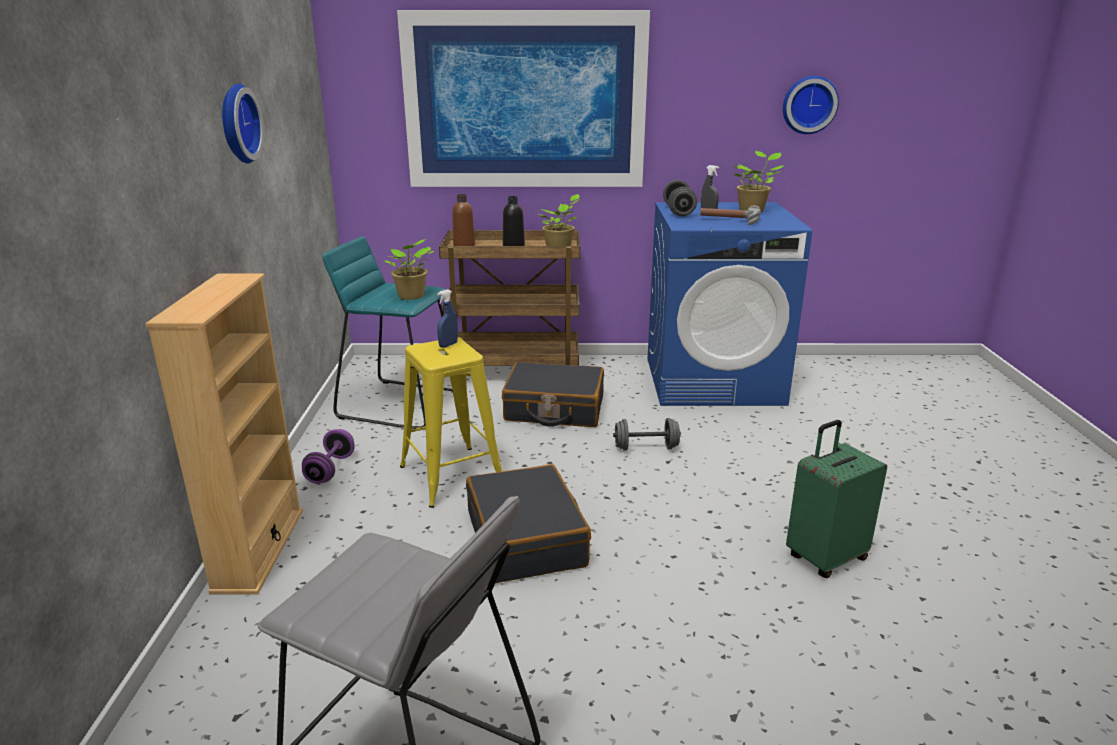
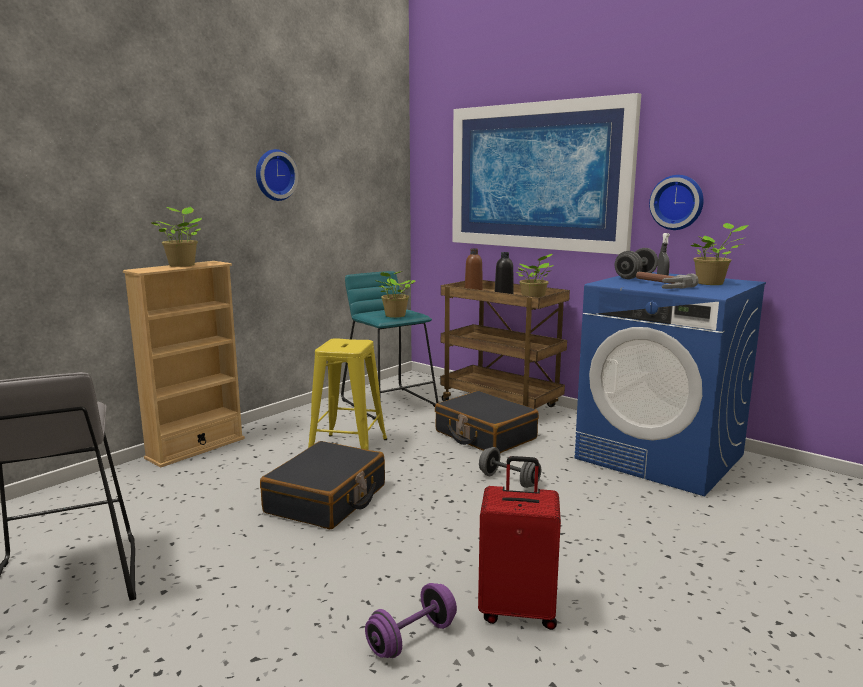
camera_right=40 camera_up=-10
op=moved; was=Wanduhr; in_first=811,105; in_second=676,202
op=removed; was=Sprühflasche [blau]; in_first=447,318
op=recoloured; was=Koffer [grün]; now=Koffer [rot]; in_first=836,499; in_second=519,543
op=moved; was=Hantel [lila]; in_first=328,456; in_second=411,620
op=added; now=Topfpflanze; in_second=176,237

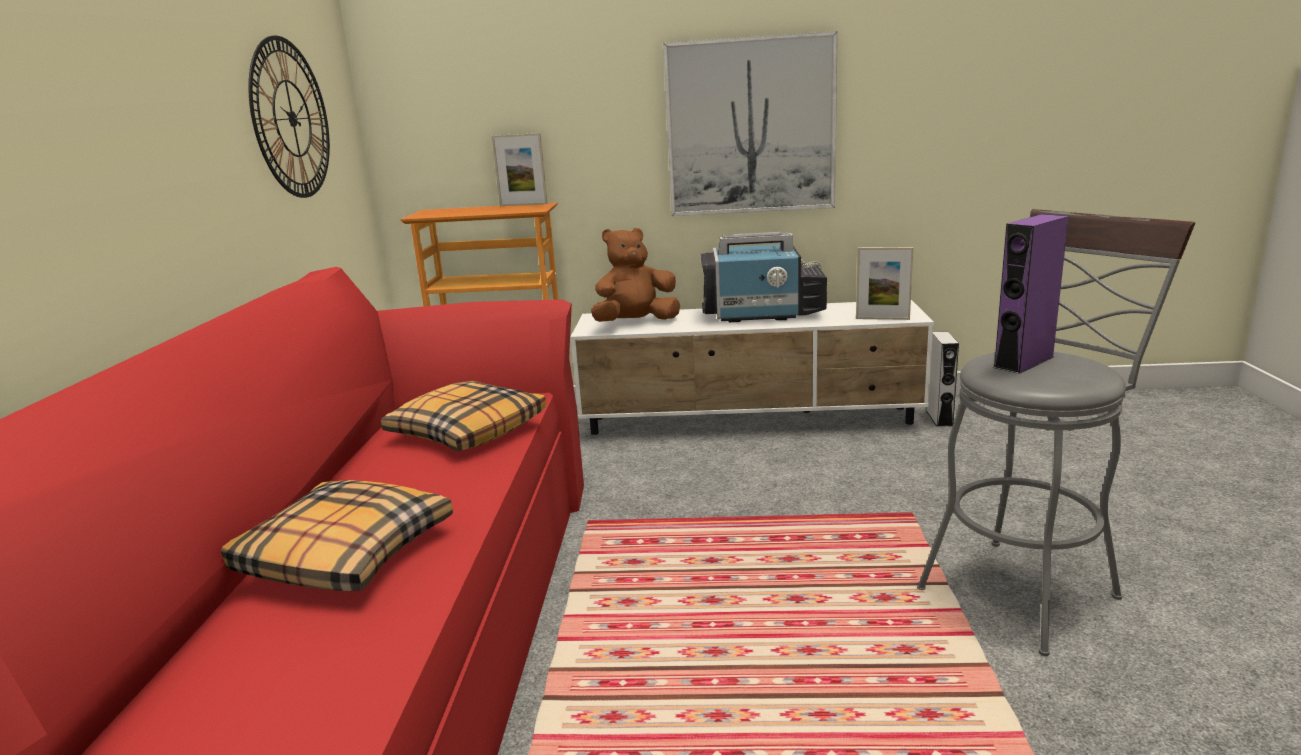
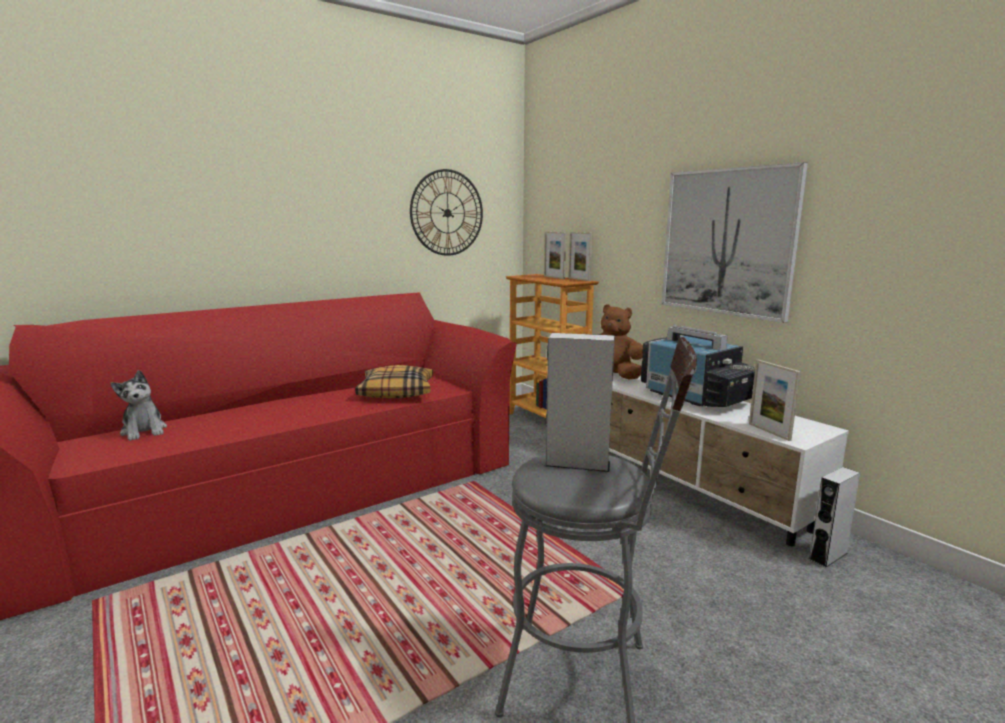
camera_right=50 camera_up=-5
op=recoloured; was=Lautsprecher [lila]; now=Lautsprecher [grau]; in_first=1031,294; in_second=580,402
op=removed; was=Kissen; in_first=336,535
op=added; now=Bilderrahmen; in_second=555,255
op=added; now=Plüschtier; in_second=139,405

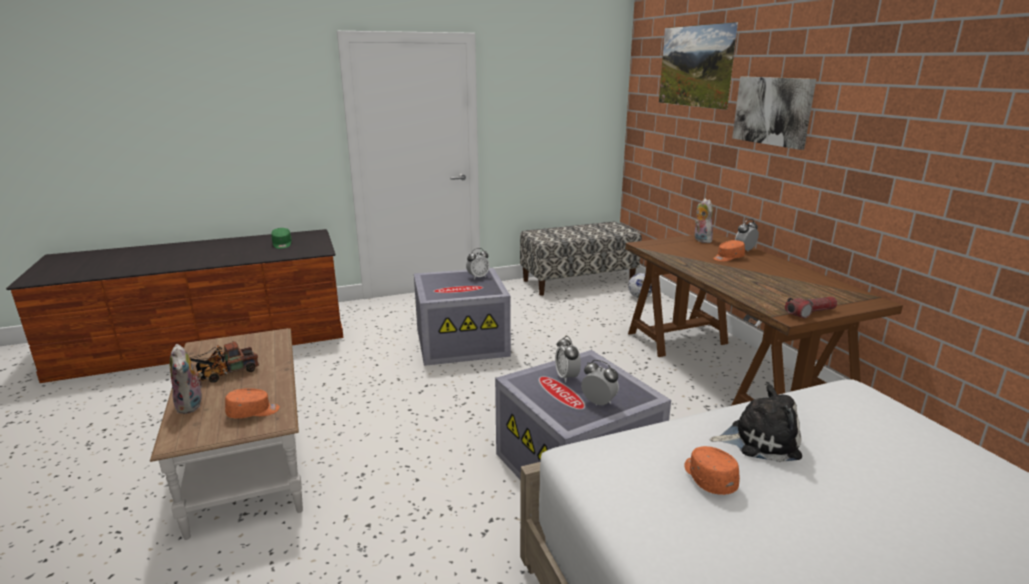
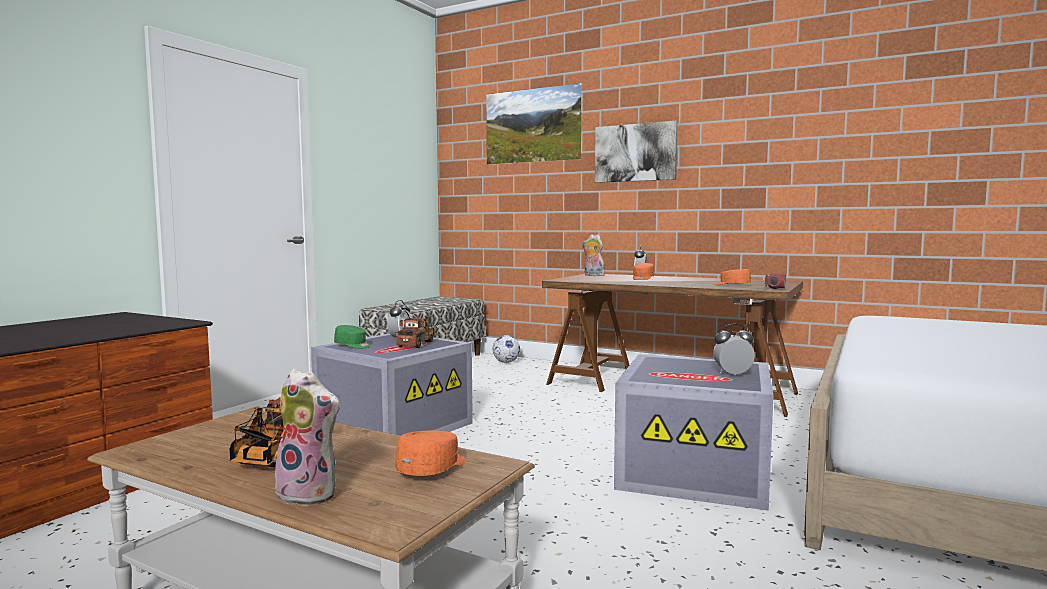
camera_right=-40 camera_up=-15
op=moved; was=Kappe [grün]; in_first=281,238; in_second=352,337
op=removed; was=Wecker; in_first=568,359
op=removed; was=Plüschtier; in_first=756,423
op=moved; was=Kappe [orange]; in_first=712,470; in_second=732,277
op=added; now=Spielzeuglaster; in_second=415,331

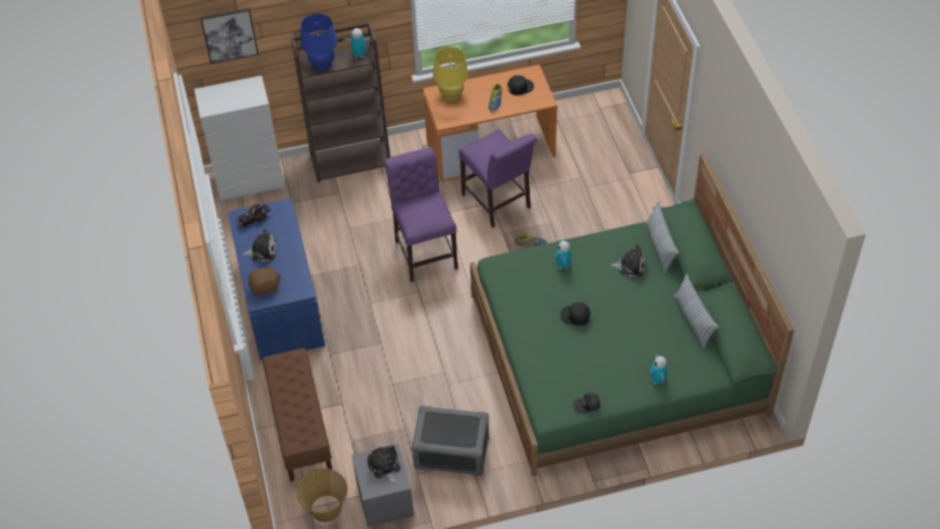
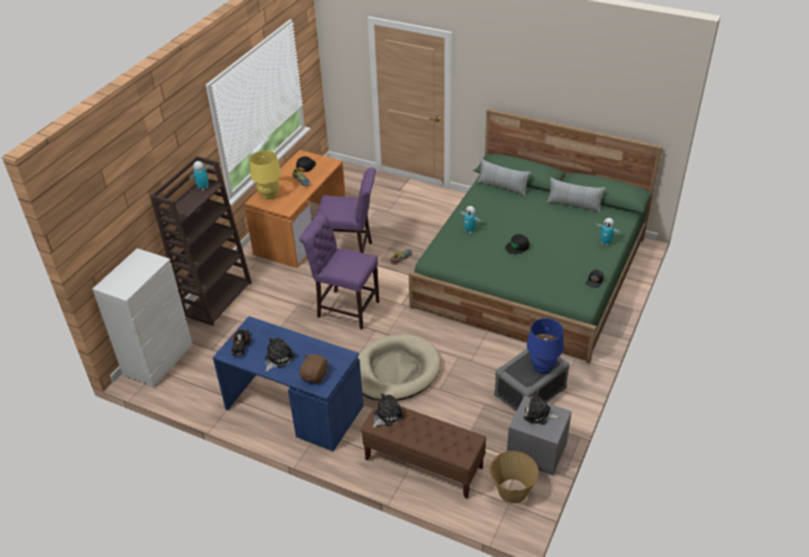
camera_right=-50 camera_up=-10
op=removed; was=Bild; in_first=229,36
op=moved; was=Tischlampe [blau]; in_first=318,42; in_second=545,346
op=moved; was=Plüschtier; in_first=627,260; in_second=388,410
op=added; now=Hundebett [beige]; in_second=399,367

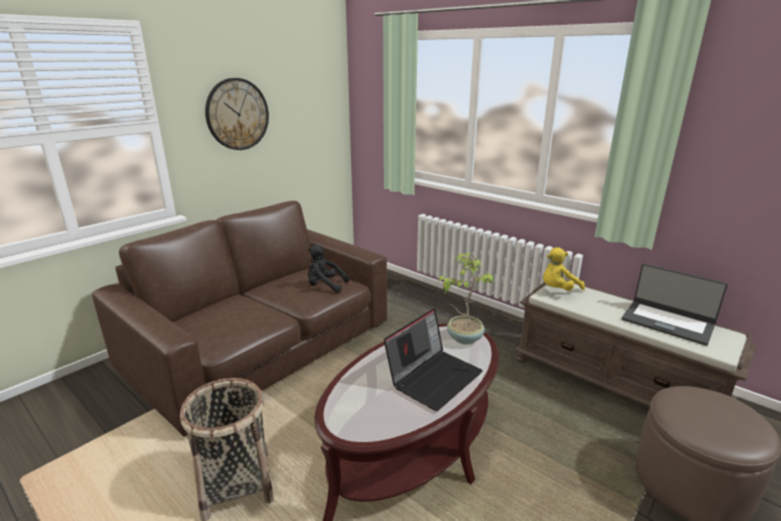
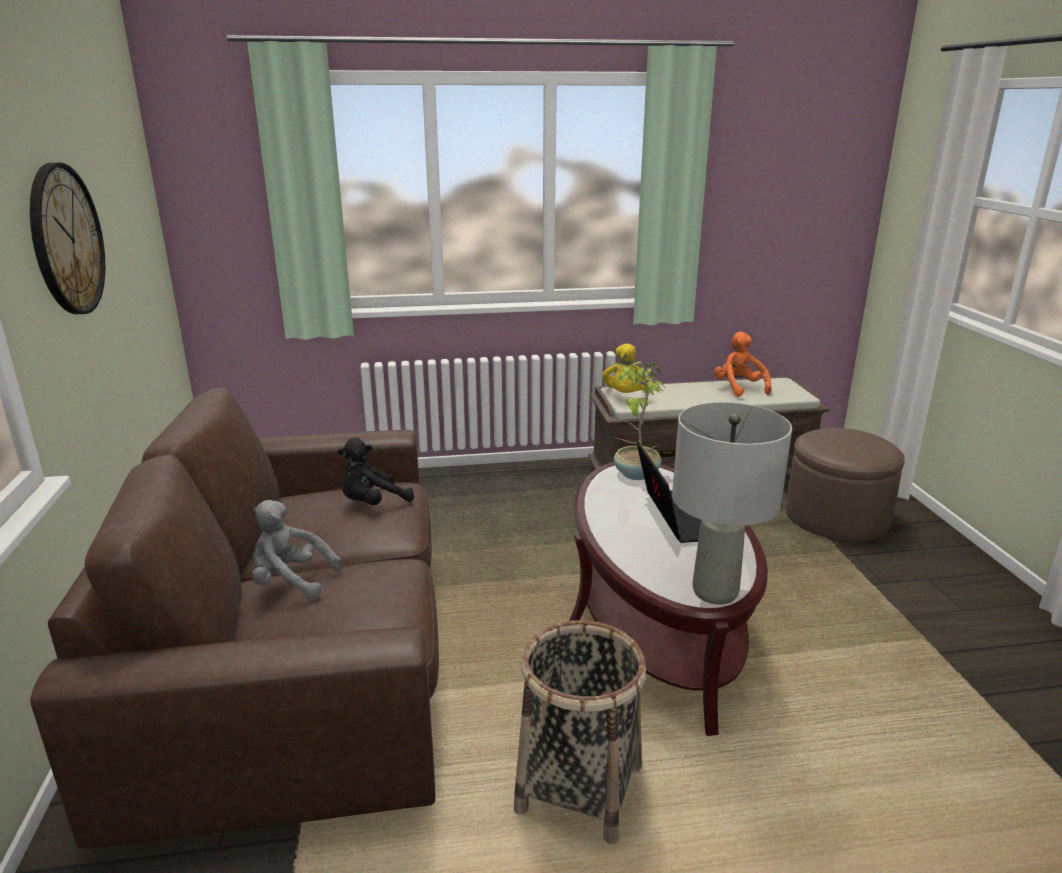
camera_right=-50 camera_up=0
op=replaced; was=Laptop; now=Plüschtier [orange]; in_first=675,305; in_second=743,364
op=added; now=Tischlampe [grau]; in_second=732,503
op=added; now=Plüschtier [grau]; in_second=297,549

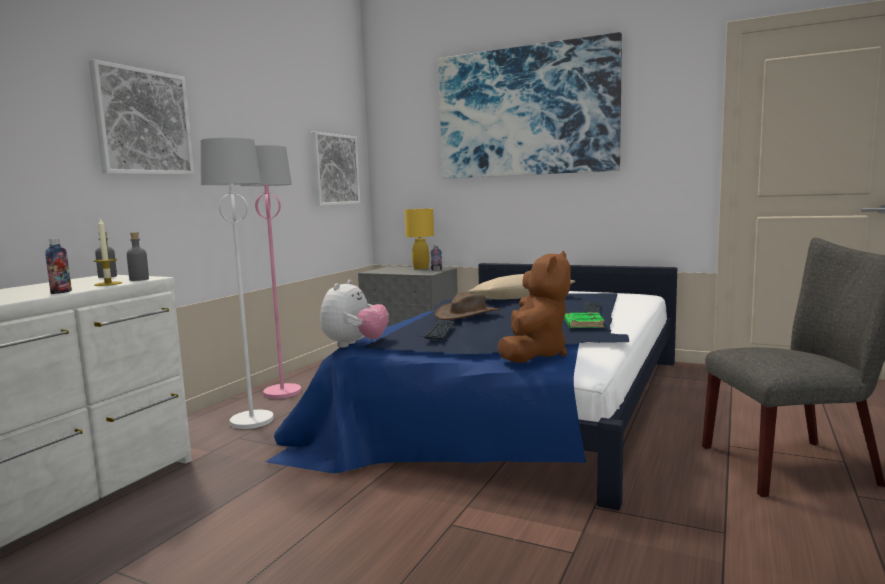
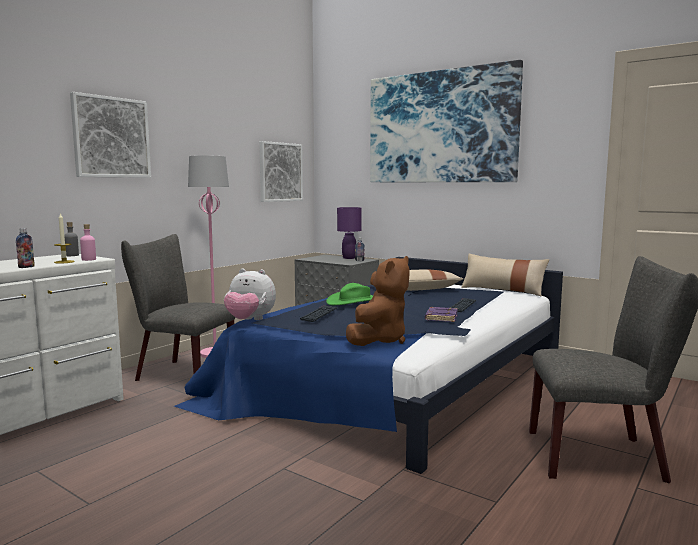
camera_right=10 camera_up=0
op=replaced; was=Stehlampe [weiß]; now=Stuhl [grau]; in_first=237,283; in_second=178,307
op=recoloured; was=Tischlampe [gelb]; now=Tischlampe [lila]; in_first=419,239; in_second=349,233
op=recoloured; was=Flasche [grau]; now=Flasche [rosa]; in_first=138,256; in_second=88,242
op=turned; was=Plüschtier; in_first=354,314; in_second=250,294; clockwise=75
op=recoloured; was=Hut [braun]; now=Hut [grün]; in_first=468,306; in_second=349,294
op=recoloured; was=Buch [grün]; now=Buch [lila]; in_first=584,320; in_second=441,314
op=added; now=Kissen [beige]; in_second=505,275

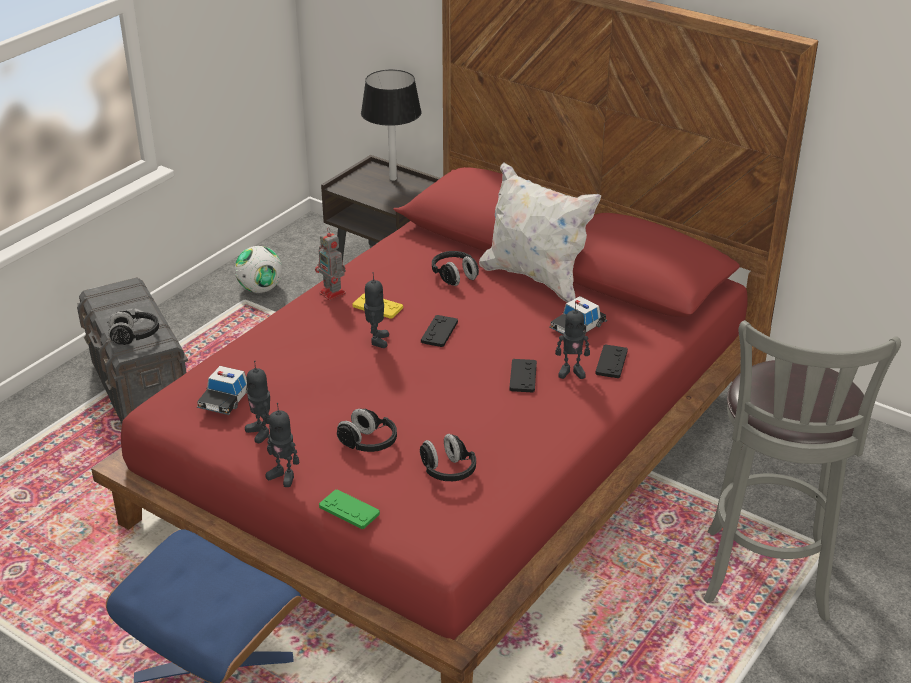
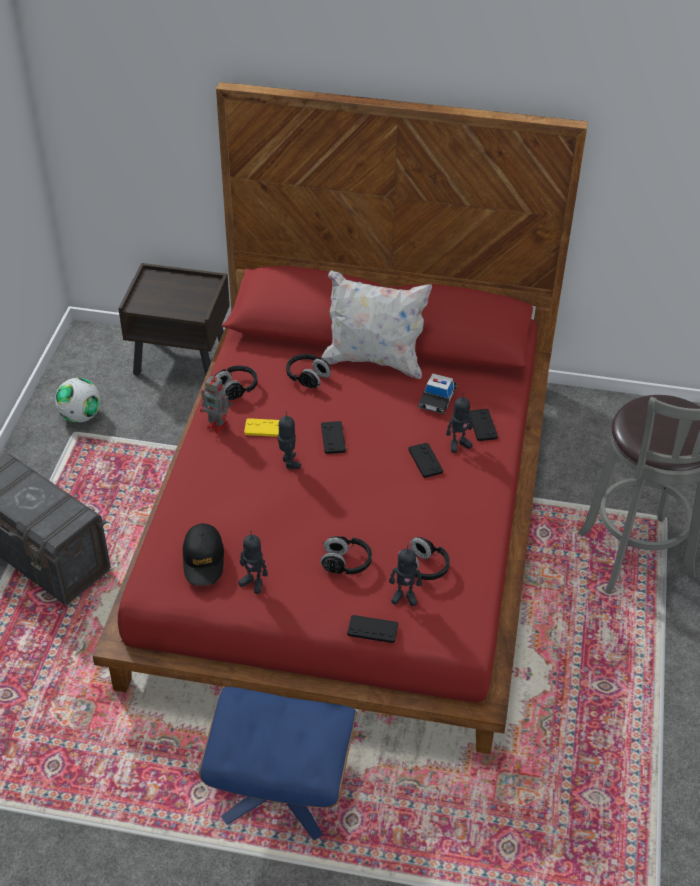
camera_right=-25 camera_up=10
op=removed; was=Tischlampe [schwarz]; in_first=391,125
op=moved; was=Kopfhörer [schwarz]; in_first=133,328; in_second=236,383
op=replaced; was=Spielzeugauto; now=Kappe [schwarz]; in_first=222,390; in_second=203,554
op=moved; was=Spielzeugroboter; in_first=282,445; in_second=405,575
op=recoloured; was=Gamepad [grün]; now=Gamepad [schwarz]; in_first=349,509; in_second=372,629

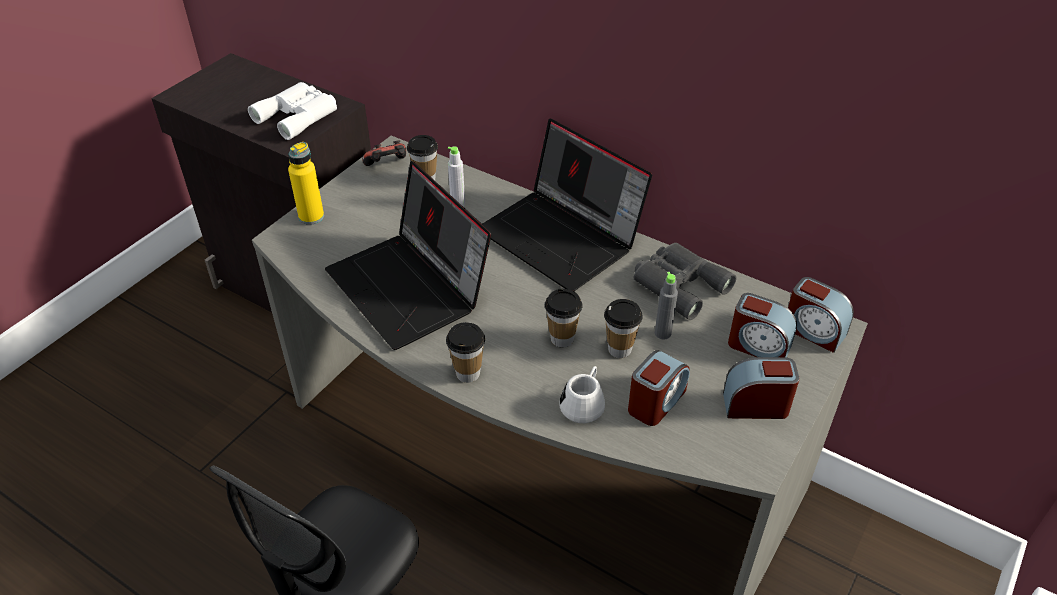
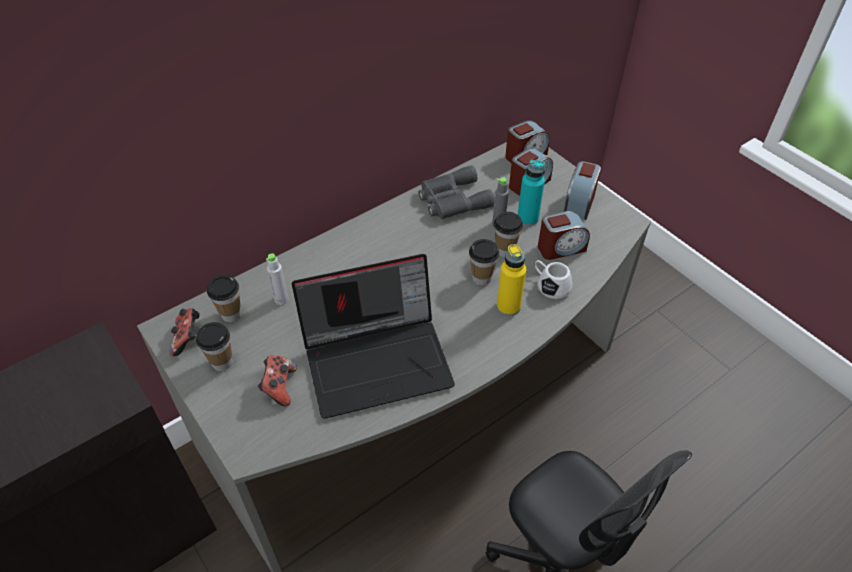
camera_right=-70 camera_up=5
op=removed; was=Fernglas [weiß]; in_first=292,111
op=removed; was=Laptop; in_first=567,204
op=moved; was=Flasche [gelb]; in_first=306,183; in_second=511,280
op=moved; was=Tasse; in_first=465,352; in_second=214,346
op=turned; was=Wecker; in_first=659,388; in_second=564,235; clockwise=105
op=added; now=Flasche [türkis]; in_second=531,193
op=added; now=Gamepad; in_second=277,380

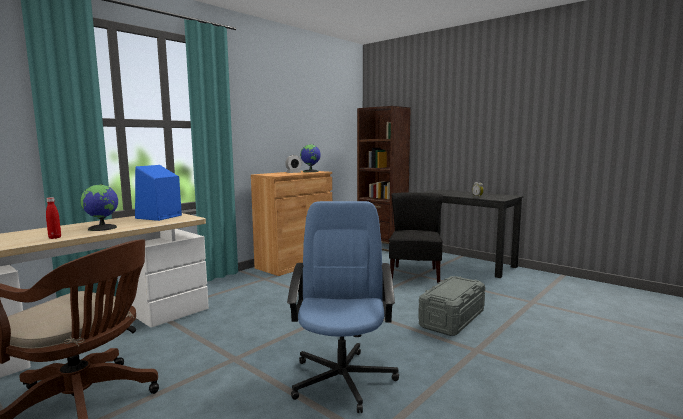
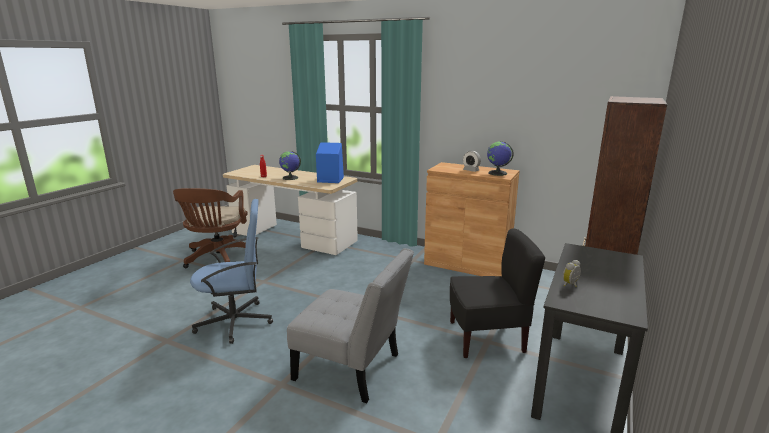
camera_right=75 camera_up=10
op=replaced; was=Aufbewahrungsbox [grau]; now=Stuhl [grau]; in_first=451,306; in_second=350,325

